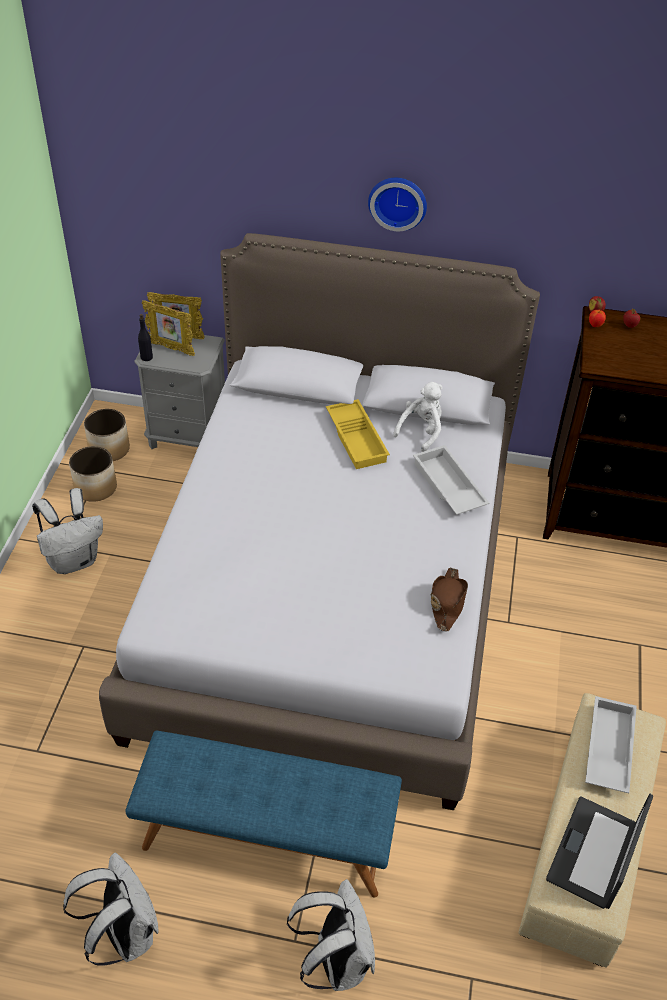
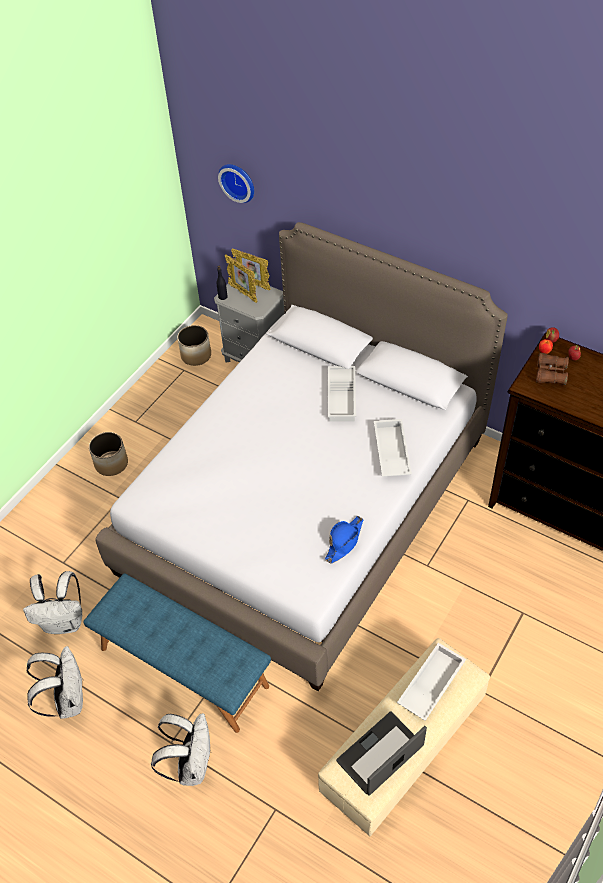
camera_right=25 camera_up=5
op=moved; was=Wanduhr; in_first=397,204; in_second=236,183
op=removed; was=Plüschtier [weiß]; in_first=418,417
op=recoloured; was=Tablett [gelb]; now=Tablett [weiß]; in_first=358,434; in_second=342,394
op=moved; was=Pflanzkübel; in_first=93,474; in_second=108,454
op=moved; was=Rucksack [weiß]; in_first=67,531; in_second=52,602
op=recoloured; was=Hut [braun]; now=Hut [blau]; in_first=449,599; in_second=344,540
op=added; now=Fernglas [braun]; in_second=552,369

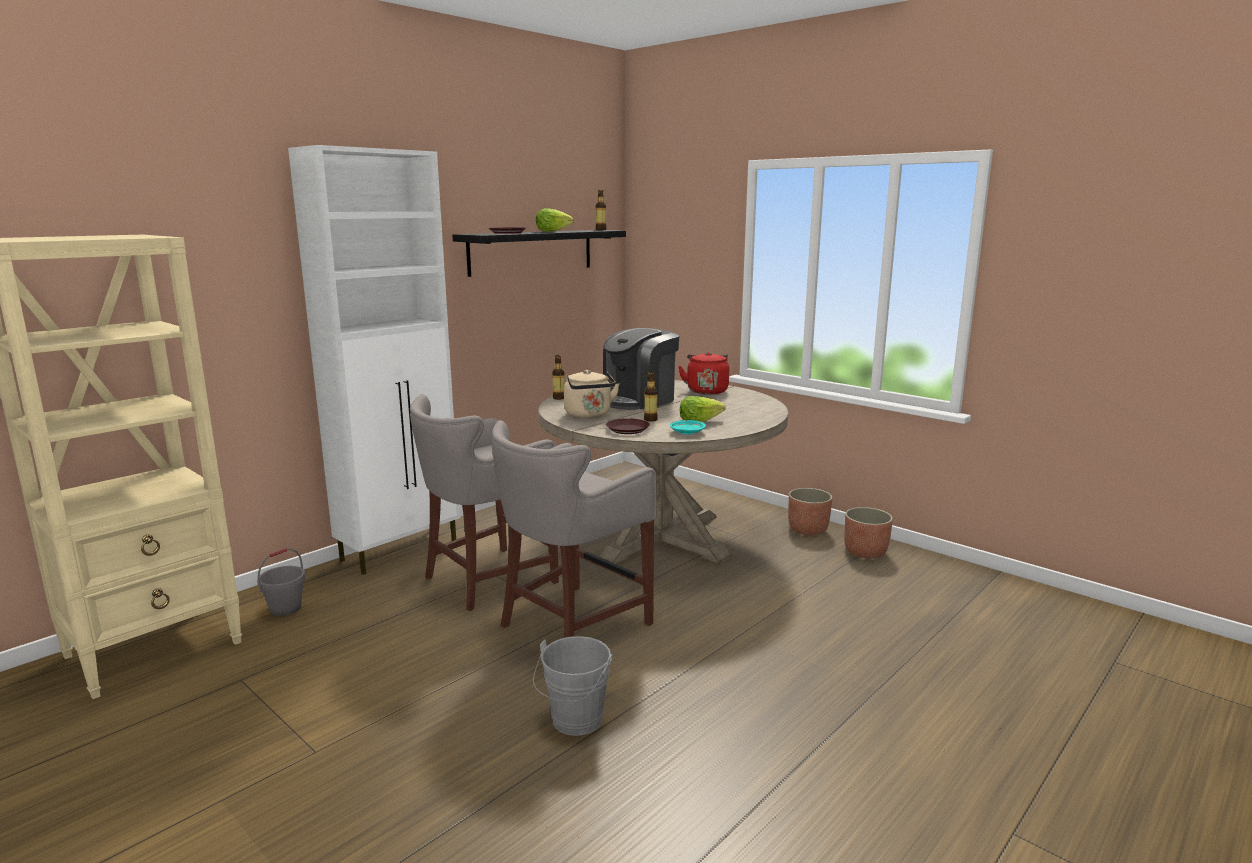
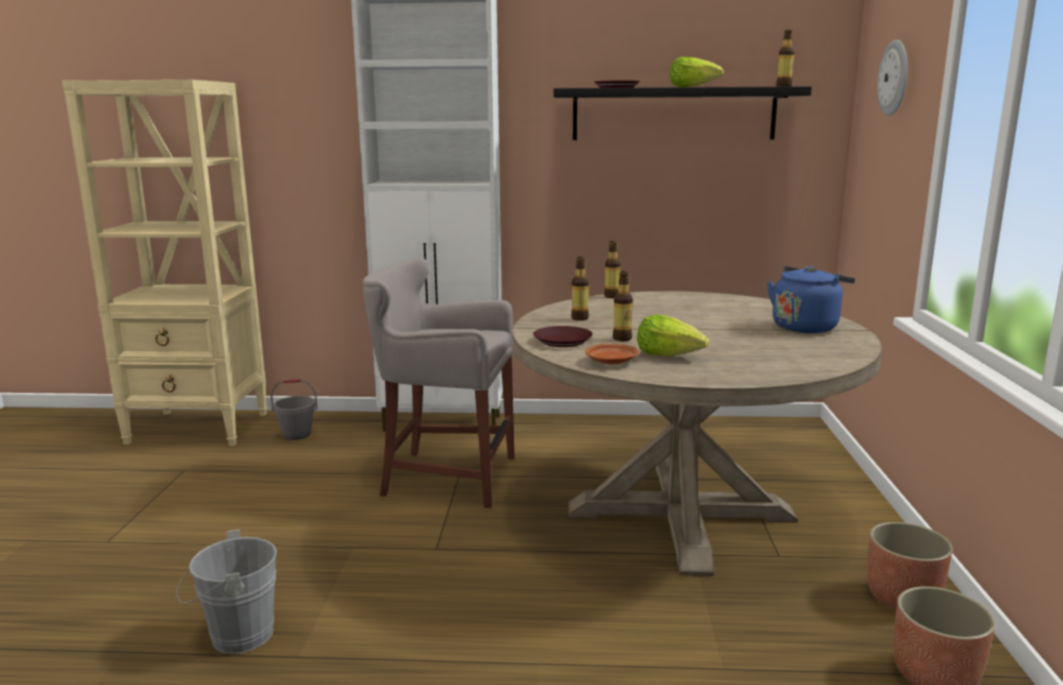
camera_right=50 camera_up=0
op=removed; was=Kaffeemaschine; in_first=641,369
op=recoloured; was=Wasserkessel [rot]; now=Wasserkessel [blau]; in_first=703,373; in_second=811,299
op=replaced; was=Wasserkessel [beige]; now=Flasche; in_first=592,394; in_second=580,289
op=removed; was=Hocker [grau]; in_first=574,529
op=recoloured; was=Teller [türkis]; now=Teller [braun]; in_first=688,427; in_second=612,354
op=added; now=Wanduhr; in_second=892,78

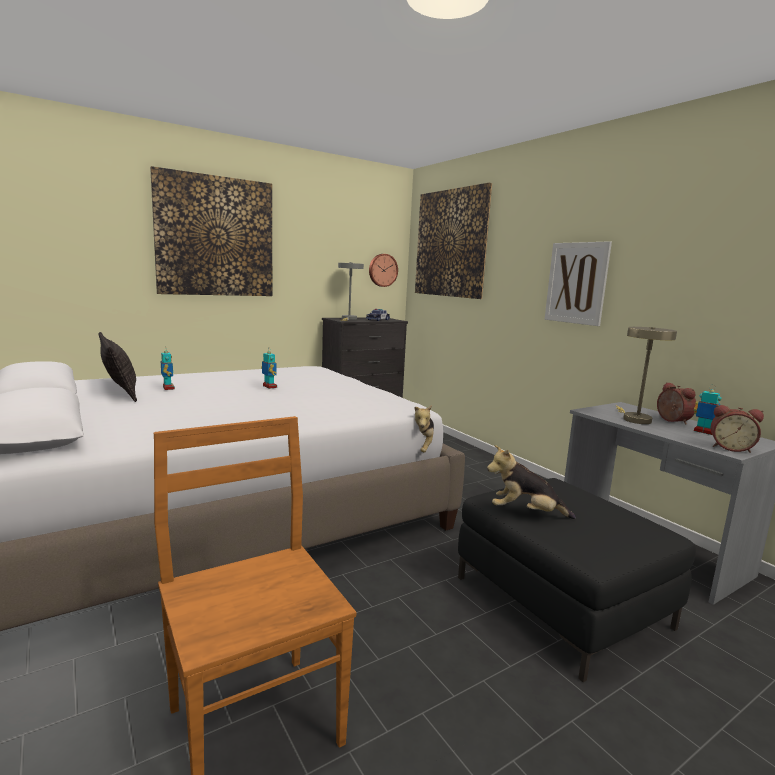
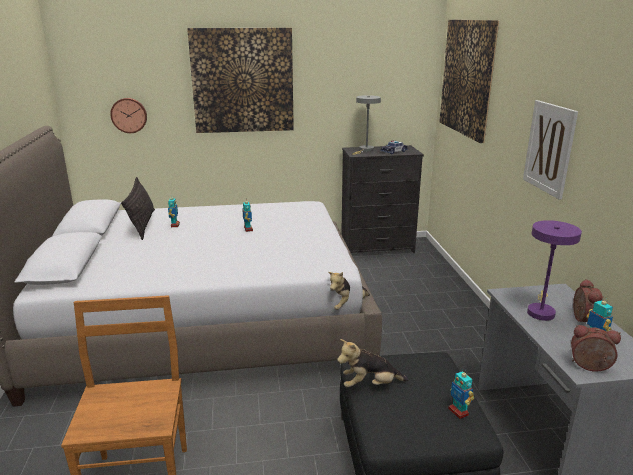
camera_right=25 camera_up=10
op=moved; was=Wanduhr; in_first=383,270; in_second=128,115
op=recoloured; was=Tischlampe [beige]; now=Tischlampe [lila]; in_first=646,375; in_second=554,270
op=turned; was=Wecker; in_first=737,429; in_second=596,348; clockwise=150
op=turned; was=Plüschtier; in_first=531,482; in_second=372,363; clockwise=-45
op=added; now=Spielzeugroboter; in_second=461,395

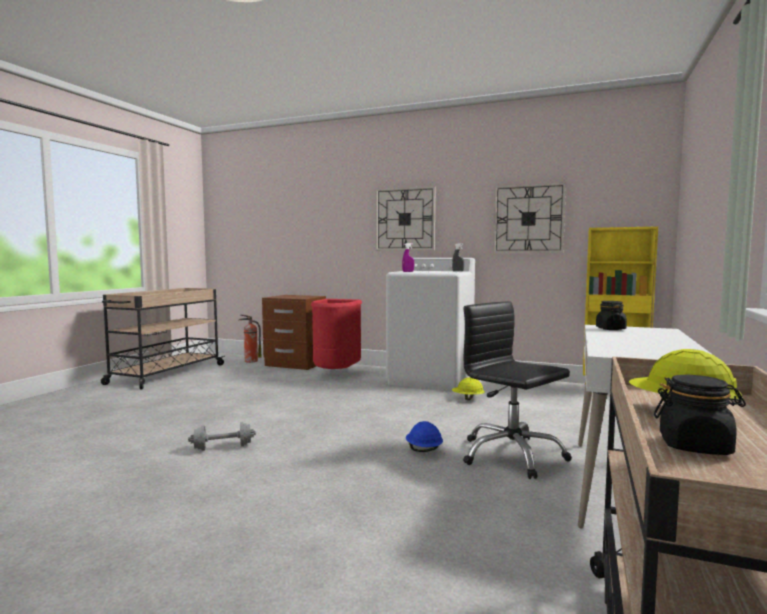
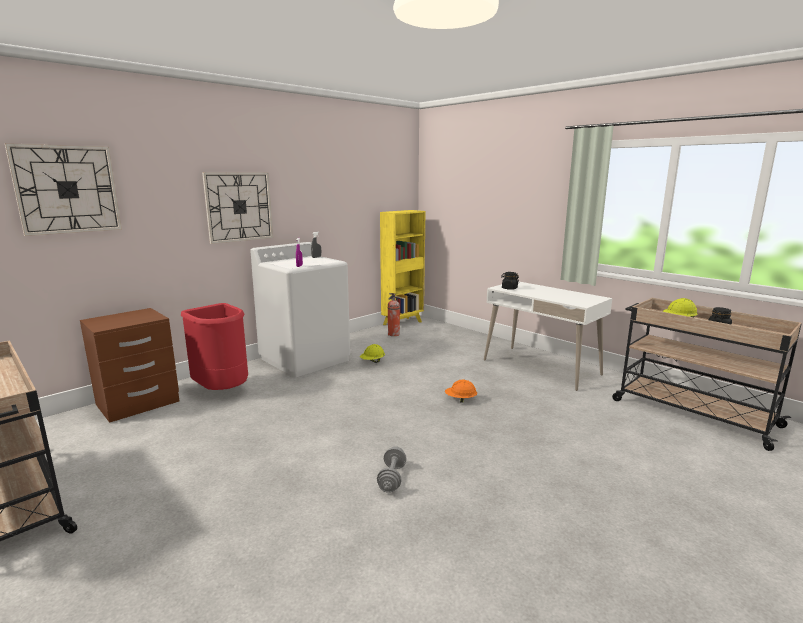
camera_right=-65 camera_up=10
op=moved; was=Wanduhr; in_first=529,217; in_second=63,189
op=removed; was=Bürostuhl [schwarz]; in_first=517,390
op=moved; was=Feuerlöscher; in_first=250,339; in_second=394,314
op=recoloured; was=Schutzhelm [blau]; now=Schutzhelm [orange]; in_first=424,436; in_second=461,391

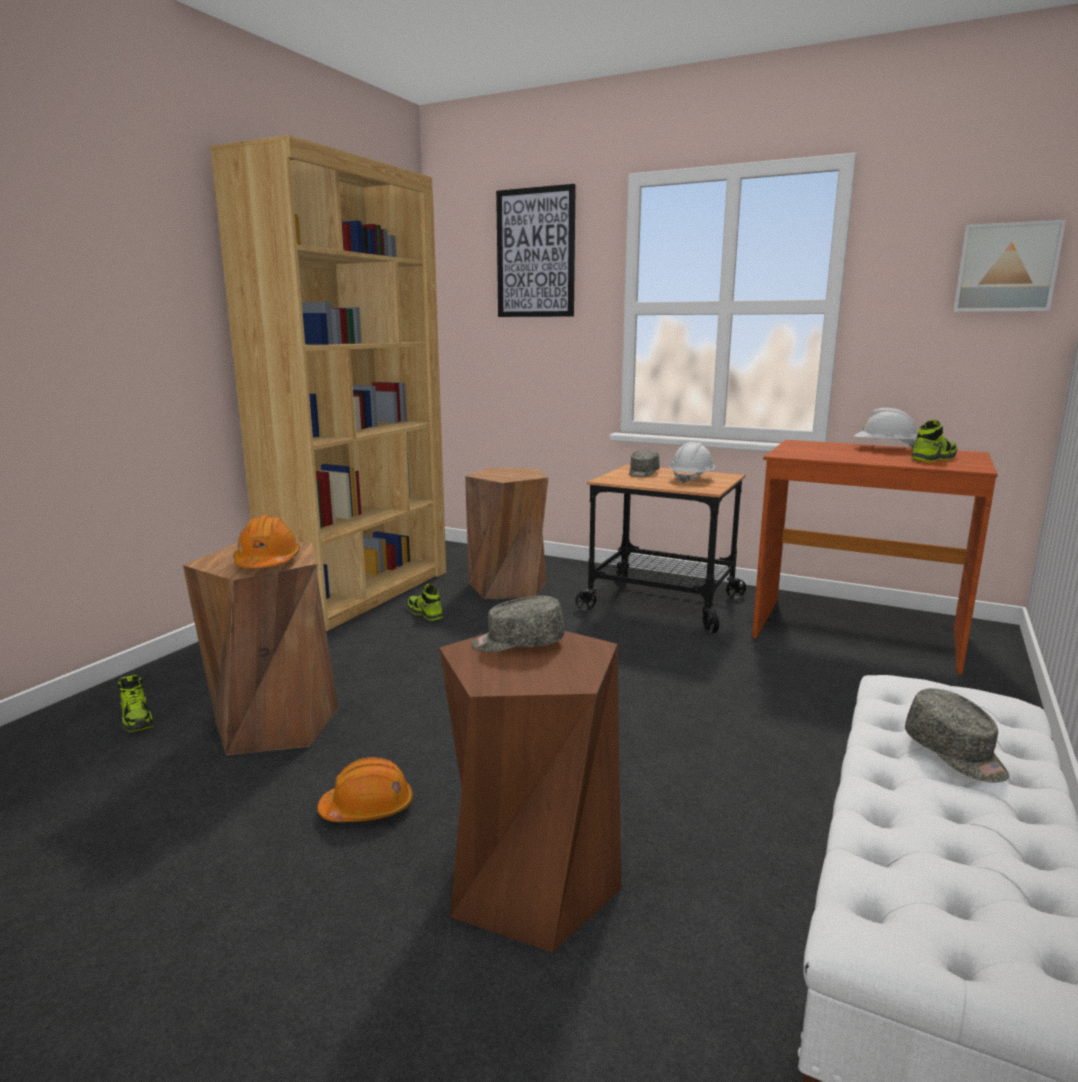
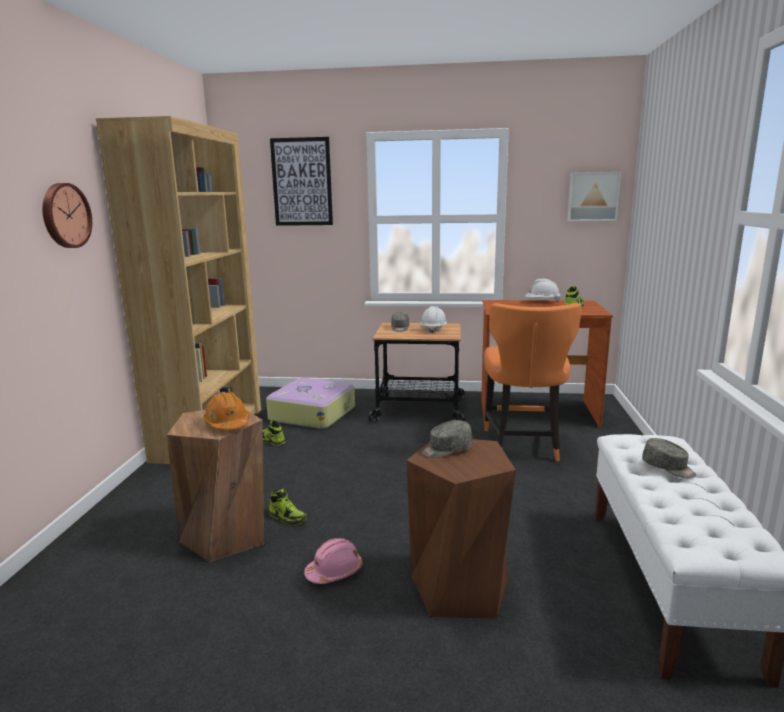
camera_right=-20 camera_up=0
op=replaced; was=Hocker [braun]; now=Koffer; in_first=507,533; in_second=310,403
op=moved; was=Schuh; in_first=136,703; in_second=288,506
op=recoloured; was=Schutzhelm [orange]; now=Schutzhelm [rosa]; in_first=365,789; in_second=333,561
op=added; now=Wanduhr; in_second=67,215
op=added; now=Stuhl [orange]; in_second=533,382

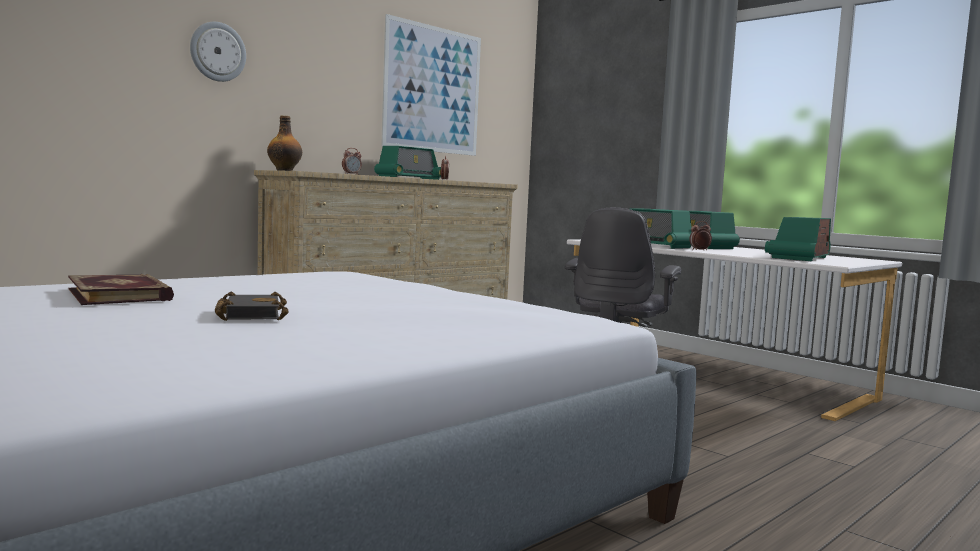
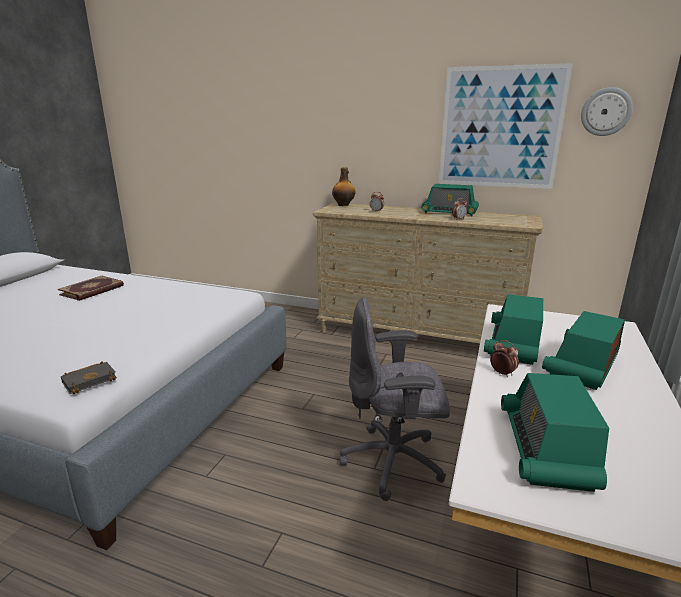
camera_right=65 camera_up=15
op=moved; was=Wanduhr; in_first=218,52; in_second=607,111
op=turned; was=Radio; in_first=798,239; in_second=555,432; clockwise=-90
op=moved; was=Buch [schwarz]; in_first=252,306; in_second=89,377

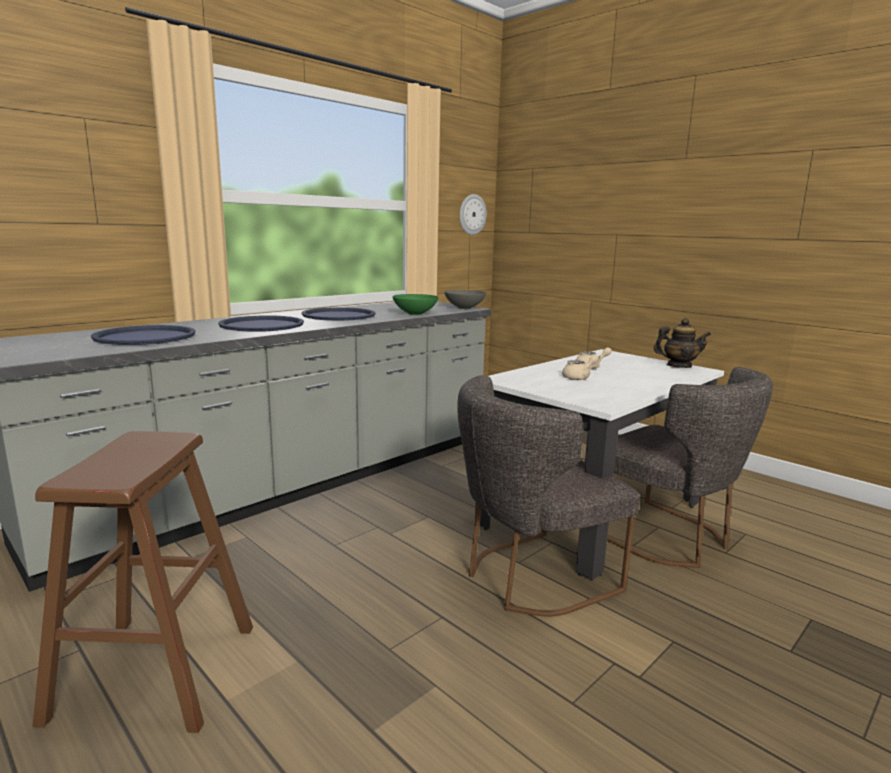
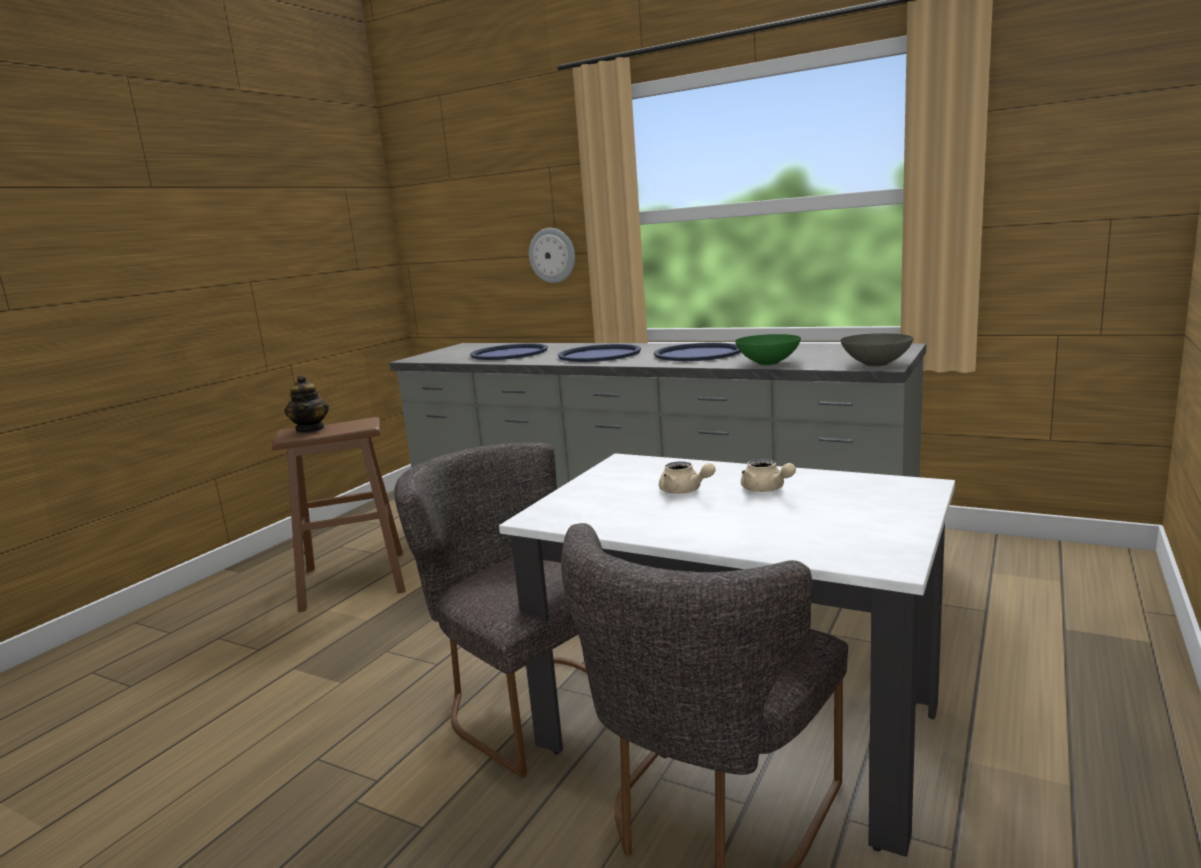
camera_right=75 camera_up=0
op=moved; was=Wanduhr; in_first=473,214; in_second=552,255
op=moved; was=Teekanne; in_first=682,343; in_second=306,403

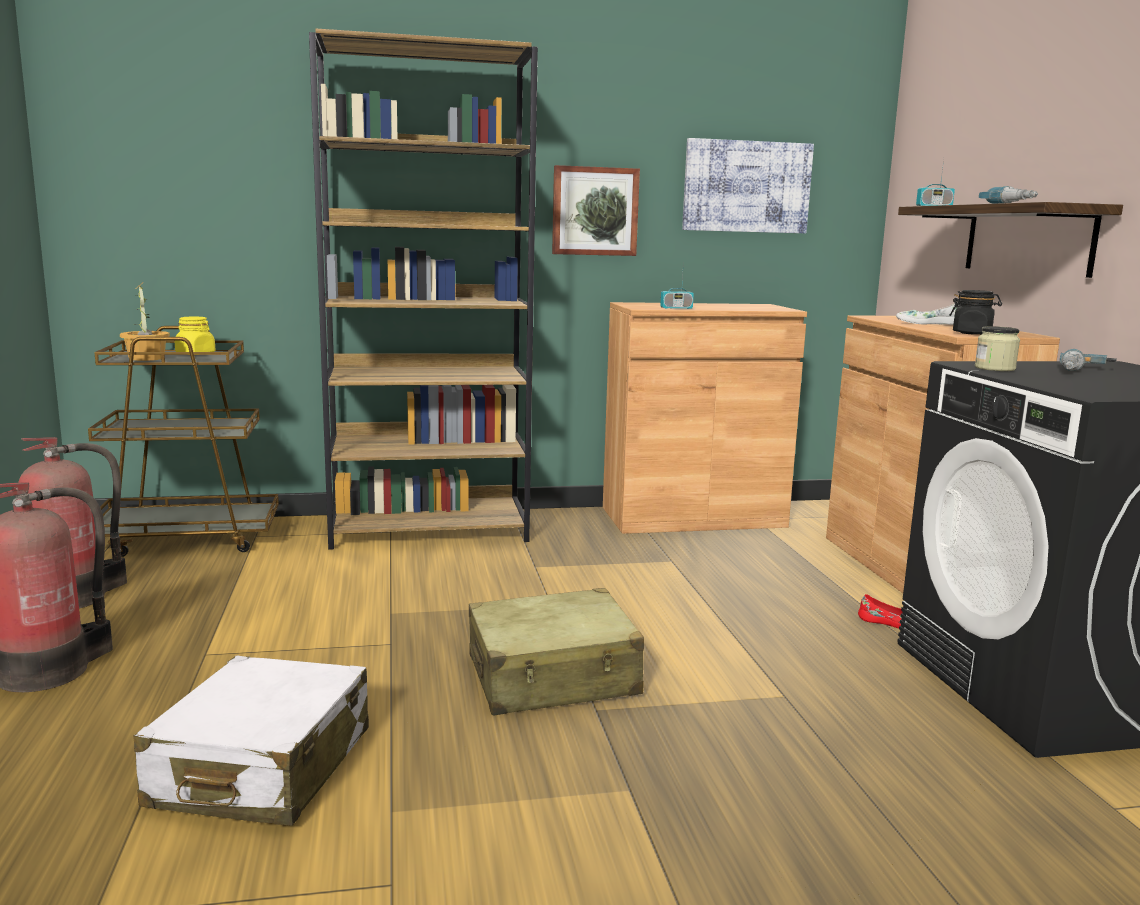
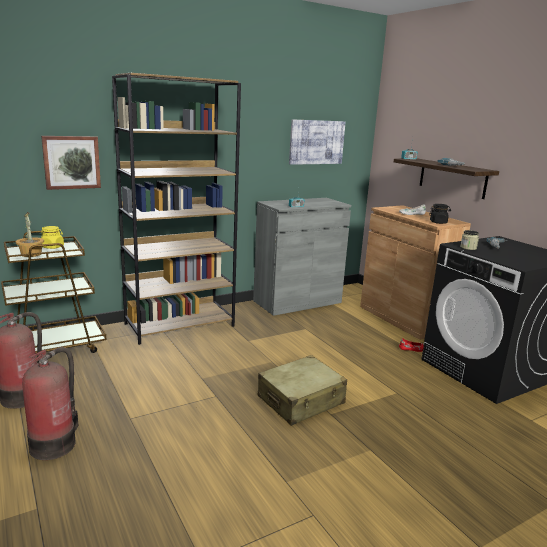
camera_right=-20 camera_up=5
op=moved; was=Bild; in_first=596,210; in_second=71,163
op=recoloured; was=Schrank [braun]; now=Schrank [grau]; in_first=705,418; in_second=302,257
op=removed; was=Koffer [weiß]; in_first=251,740

